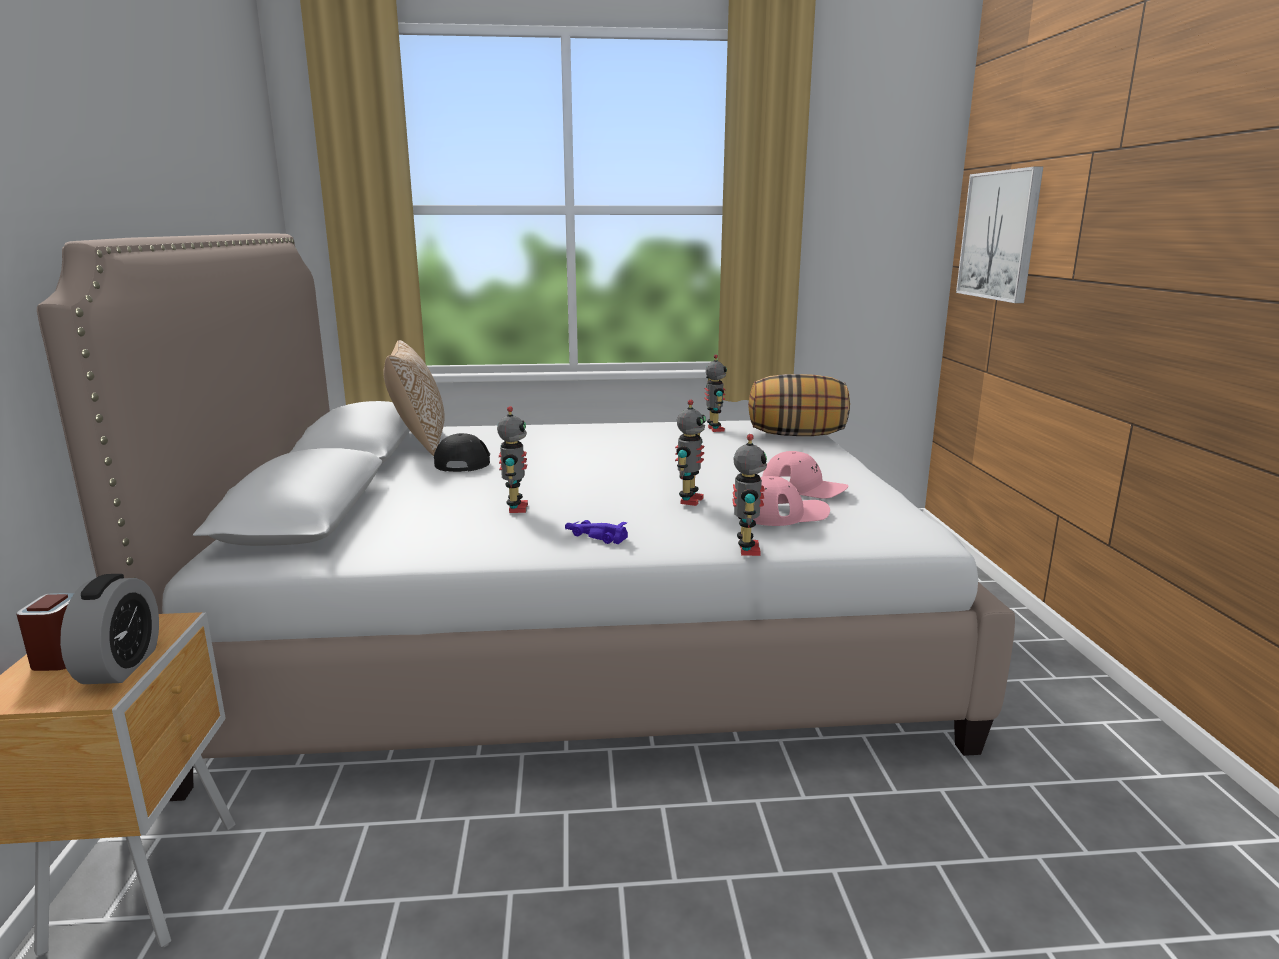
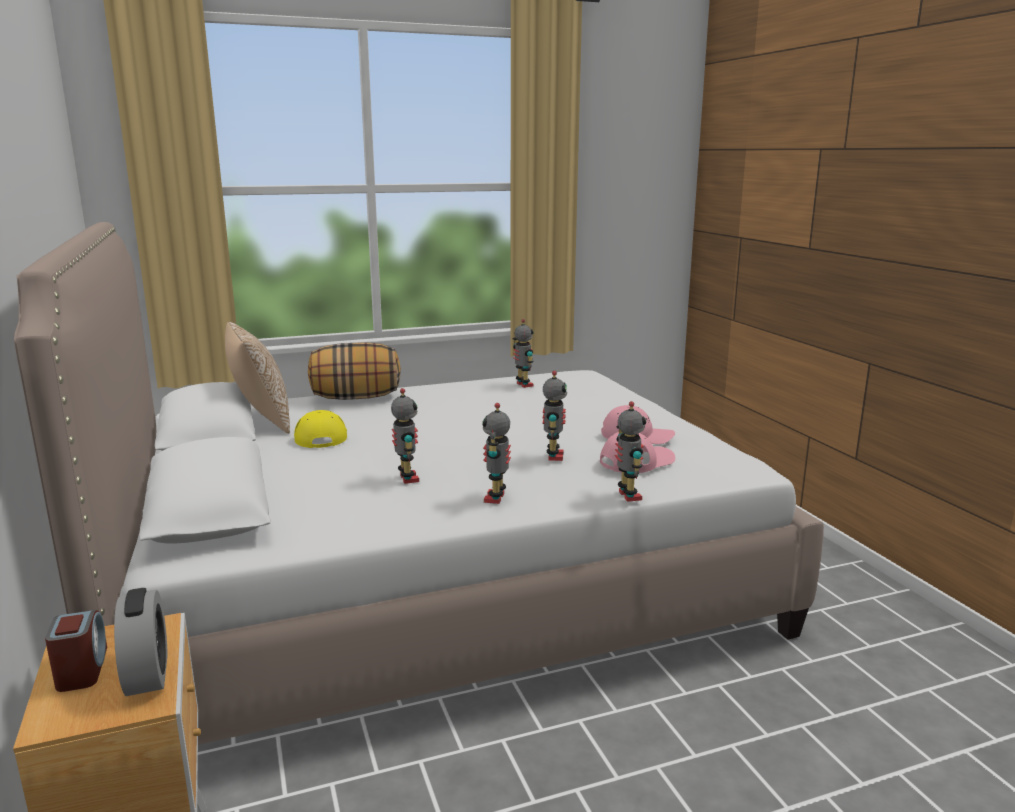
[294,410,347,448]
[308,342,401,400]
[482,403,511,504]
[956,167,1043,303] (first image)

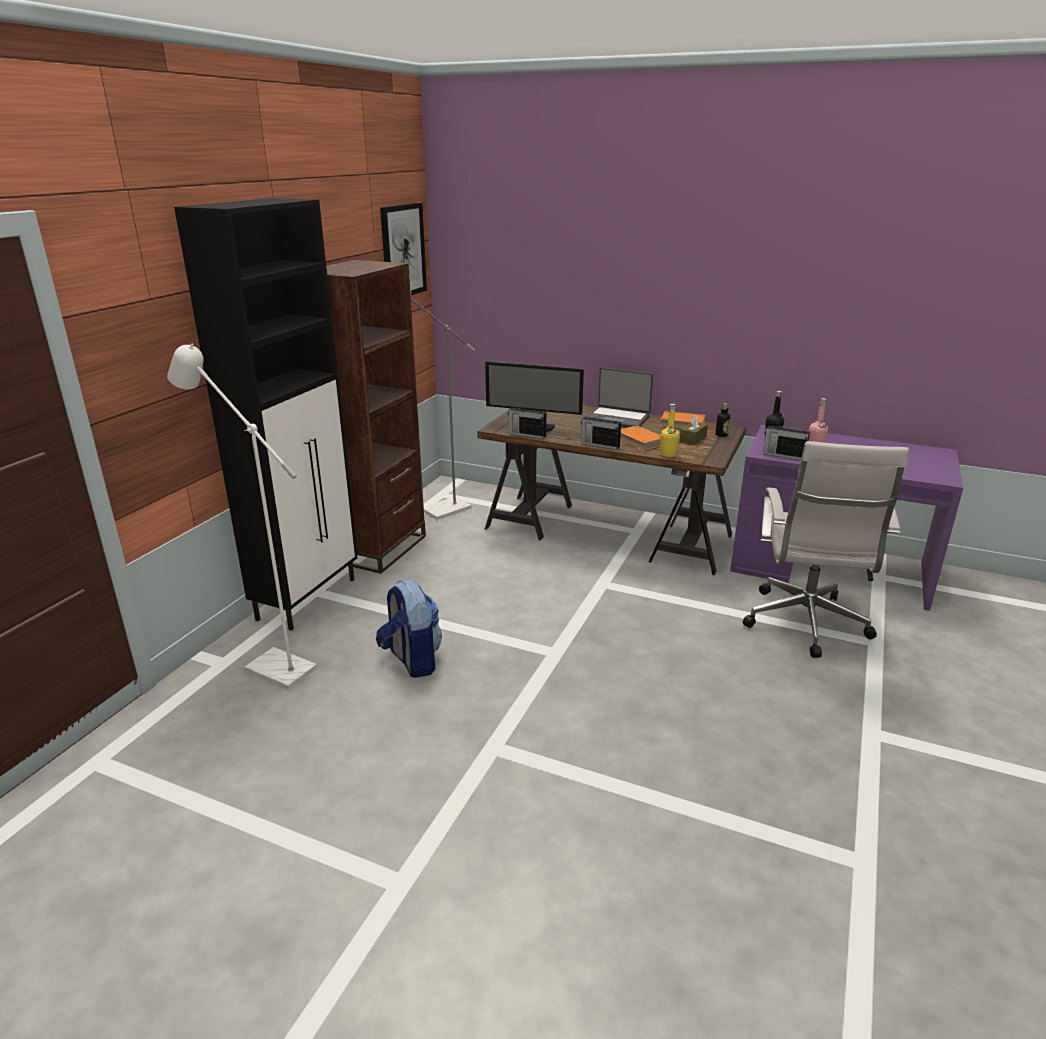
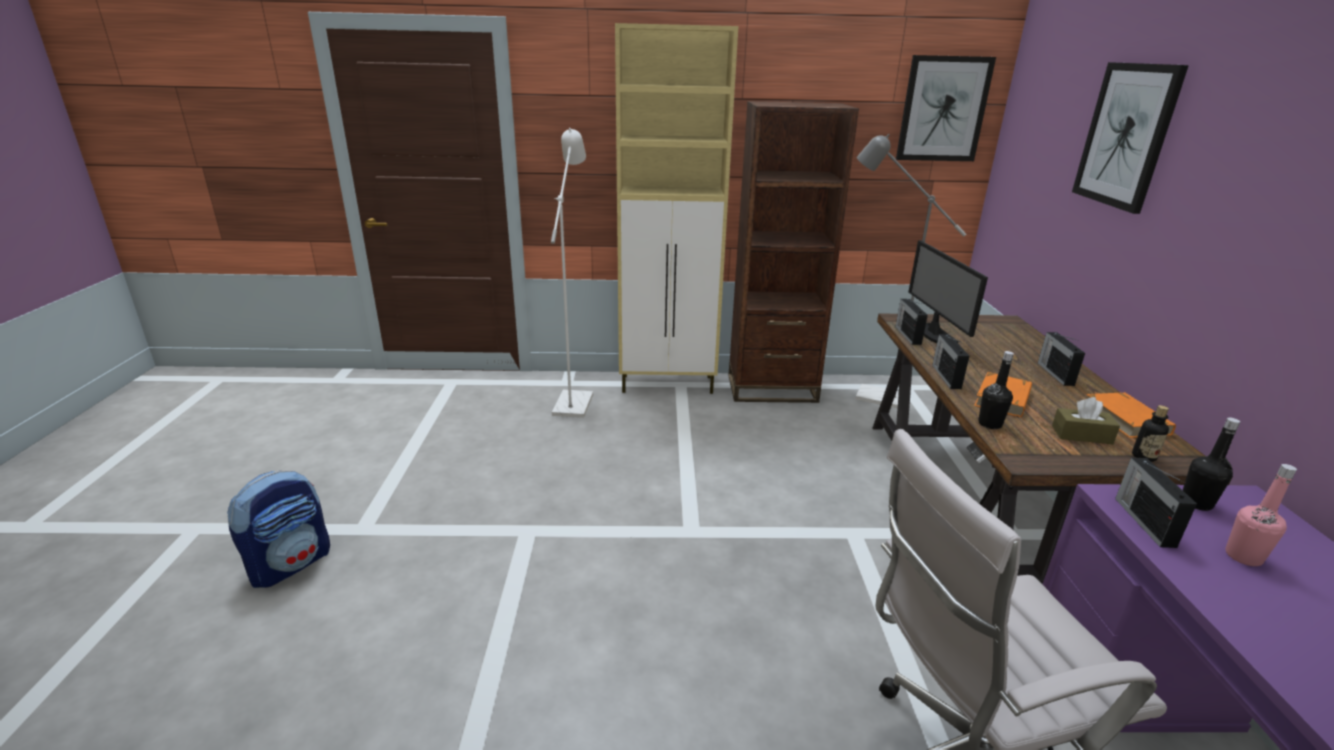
[227,470,330,588]
[615,23,738,394]
[978,351,1014,429]
[1038,332,1085,386]
[1072,62,1189,214]

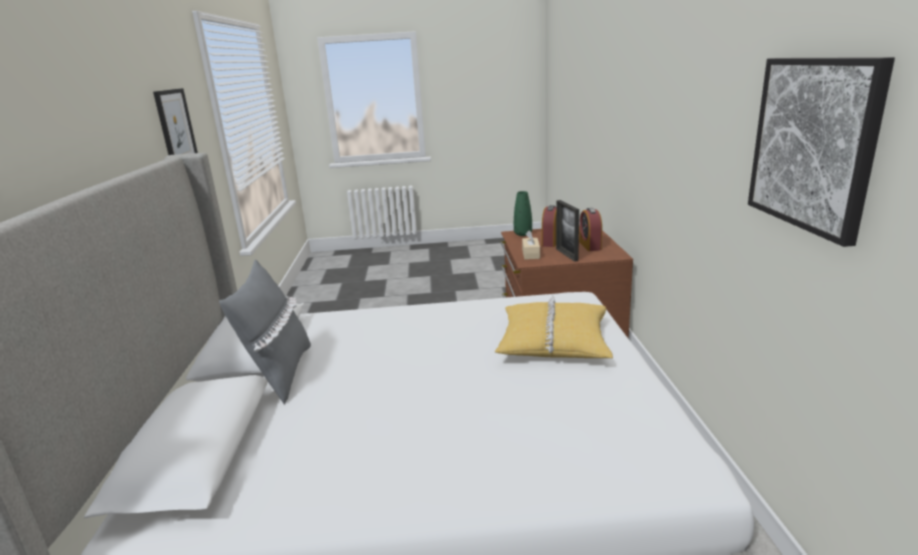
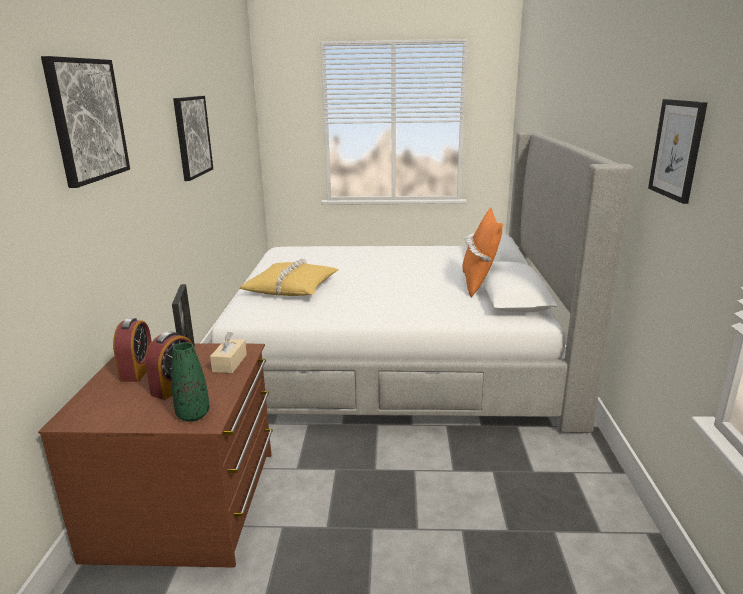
[41,56,130,188]
[462,207,503,297]

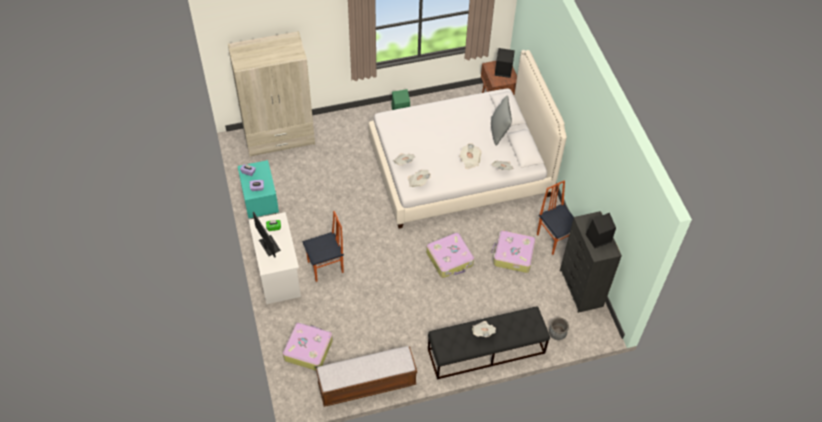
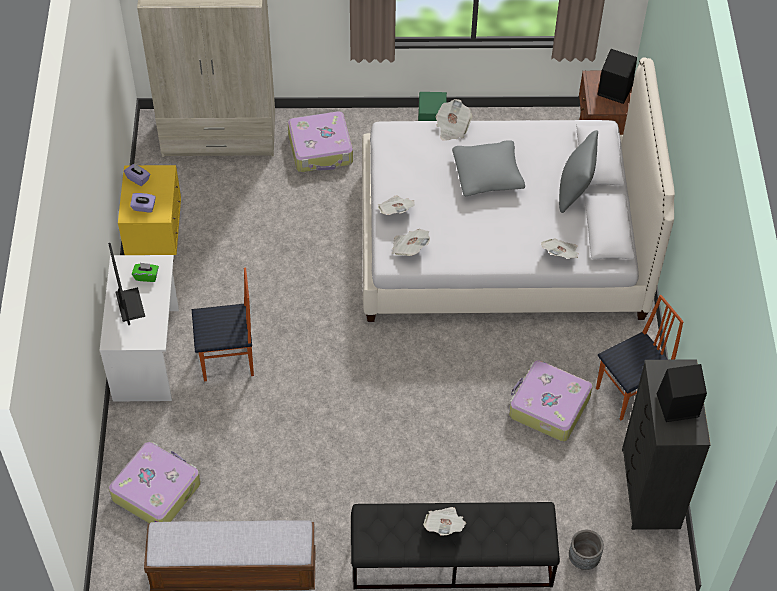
[118,165,181,262]
[288,111,353,172]
[436,99,472,141]
[452,140,525,196]
[596,295,684,420]

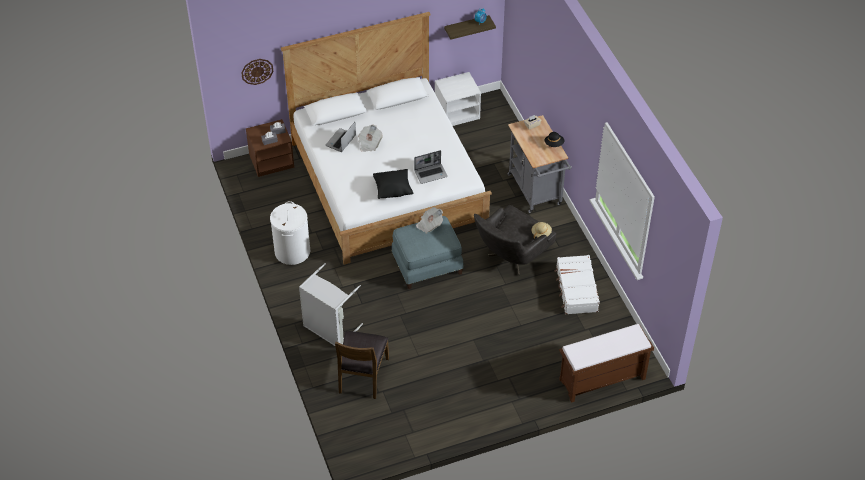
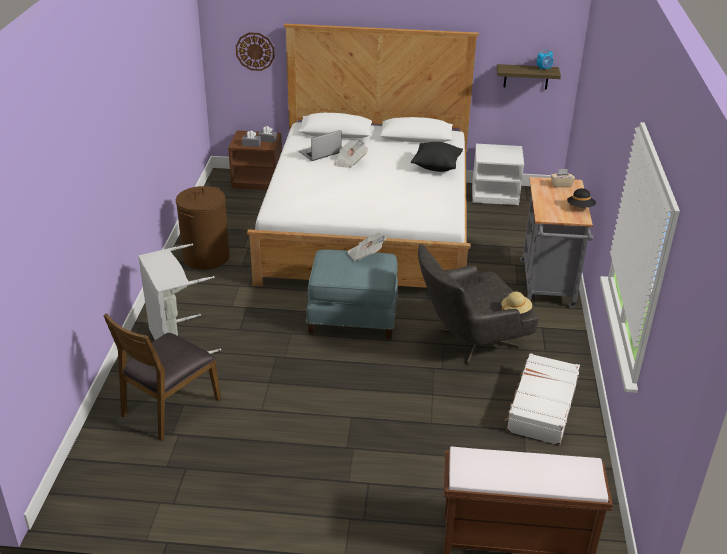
[176,186,230,270]
[411,142,463,172]
[414,150,448,184] (first image)

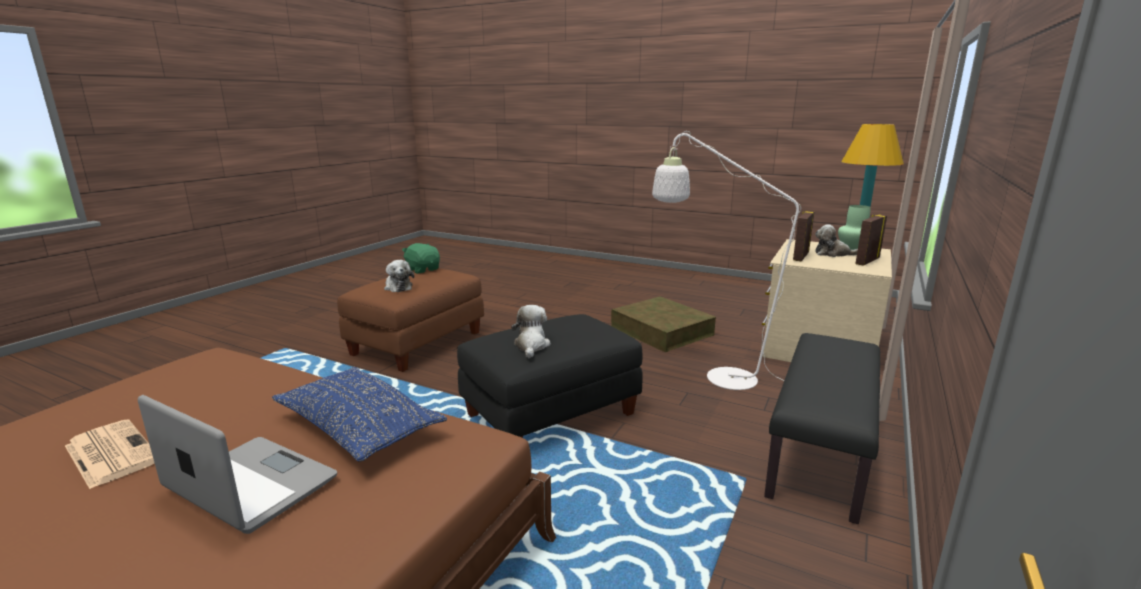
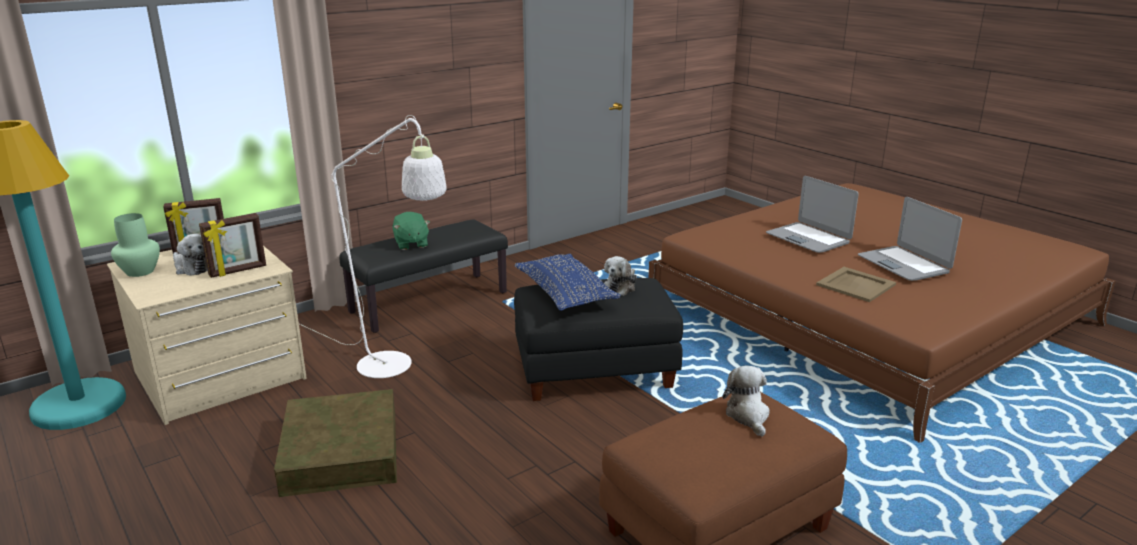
[393,212,430,250]
[514,254,621,311]
[816,267,896,302]
[858,197,962,281]

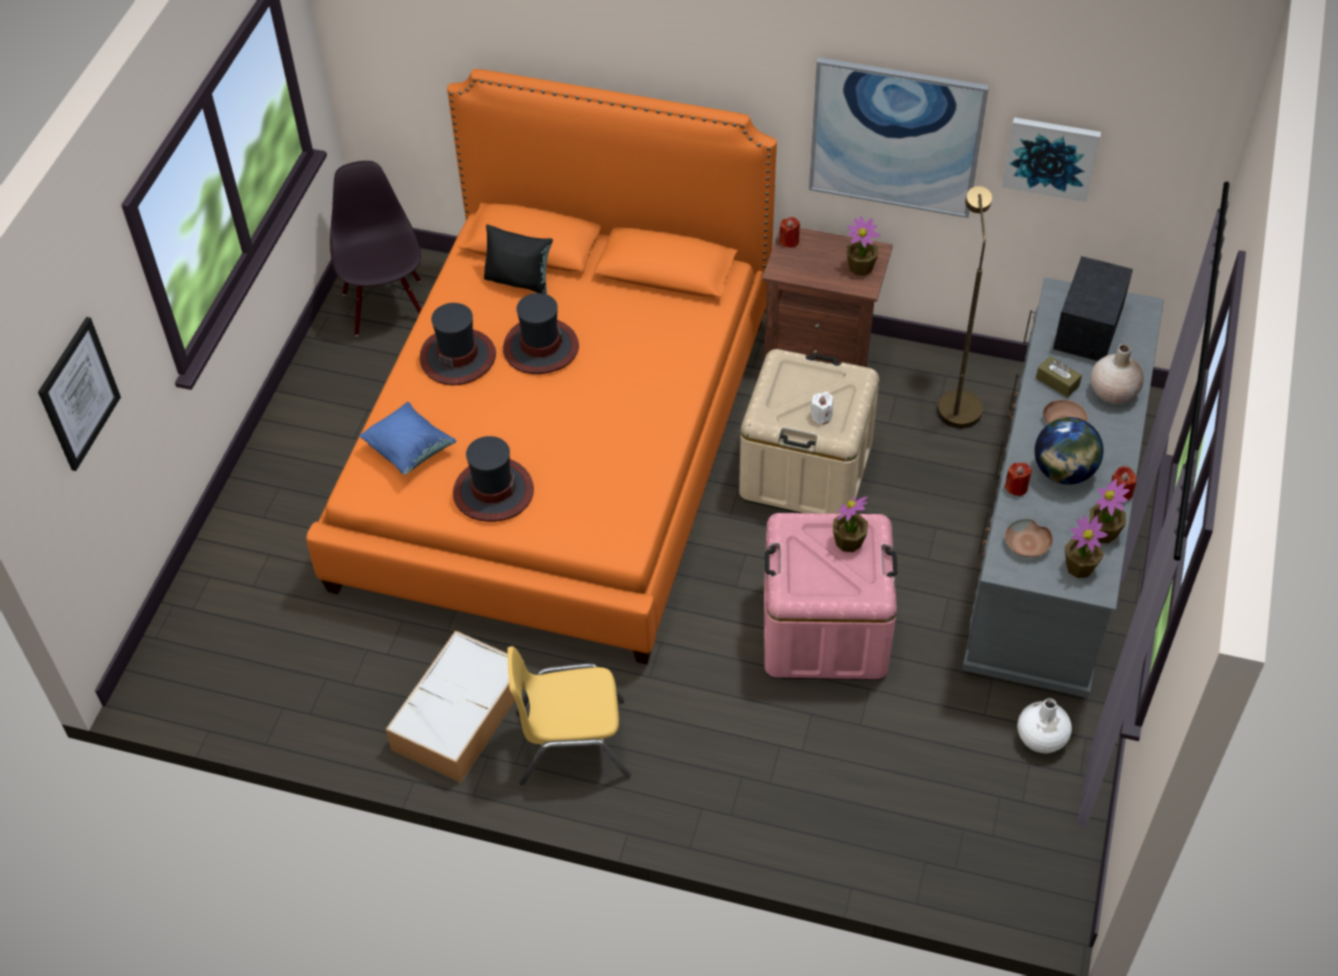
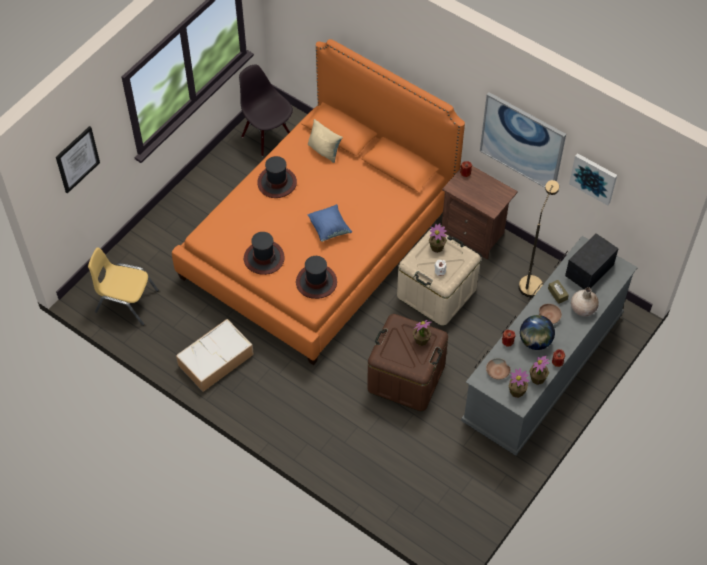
[88,248,159,326]
[239,64,293,156]
[296,256,337,299]
[308,119,343,163]
[308,204,352,242]
[367,314,448,411]
[429,223,447,253]
[1017,698,1072,753] (first image)

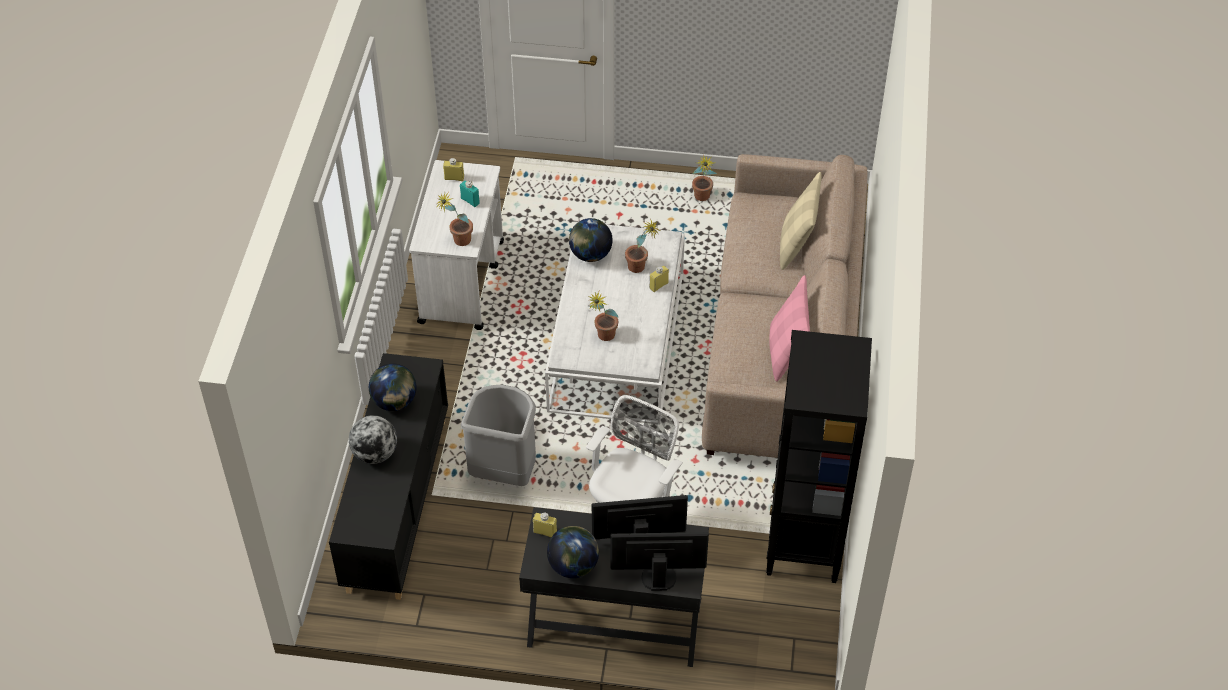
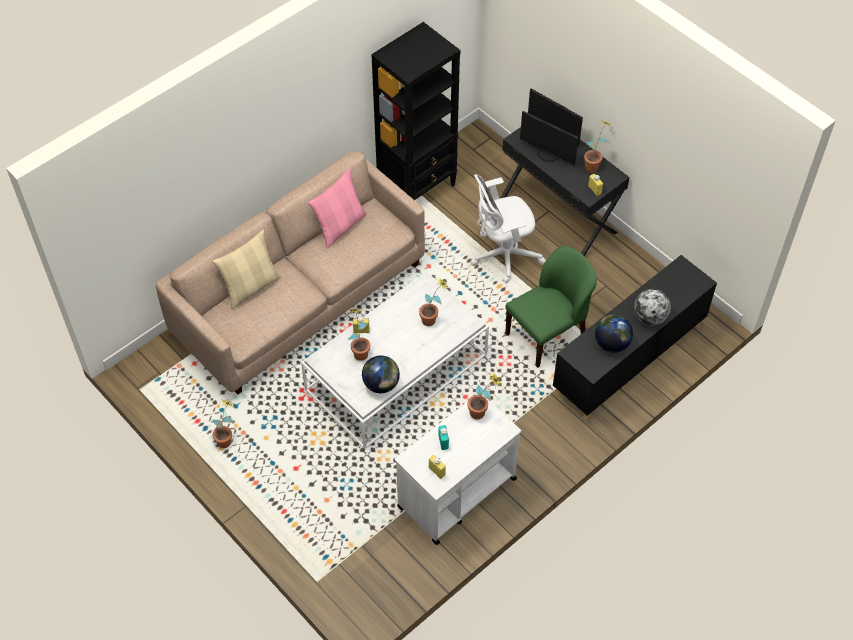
[506,246,597,368]
[584,121,612,172]

